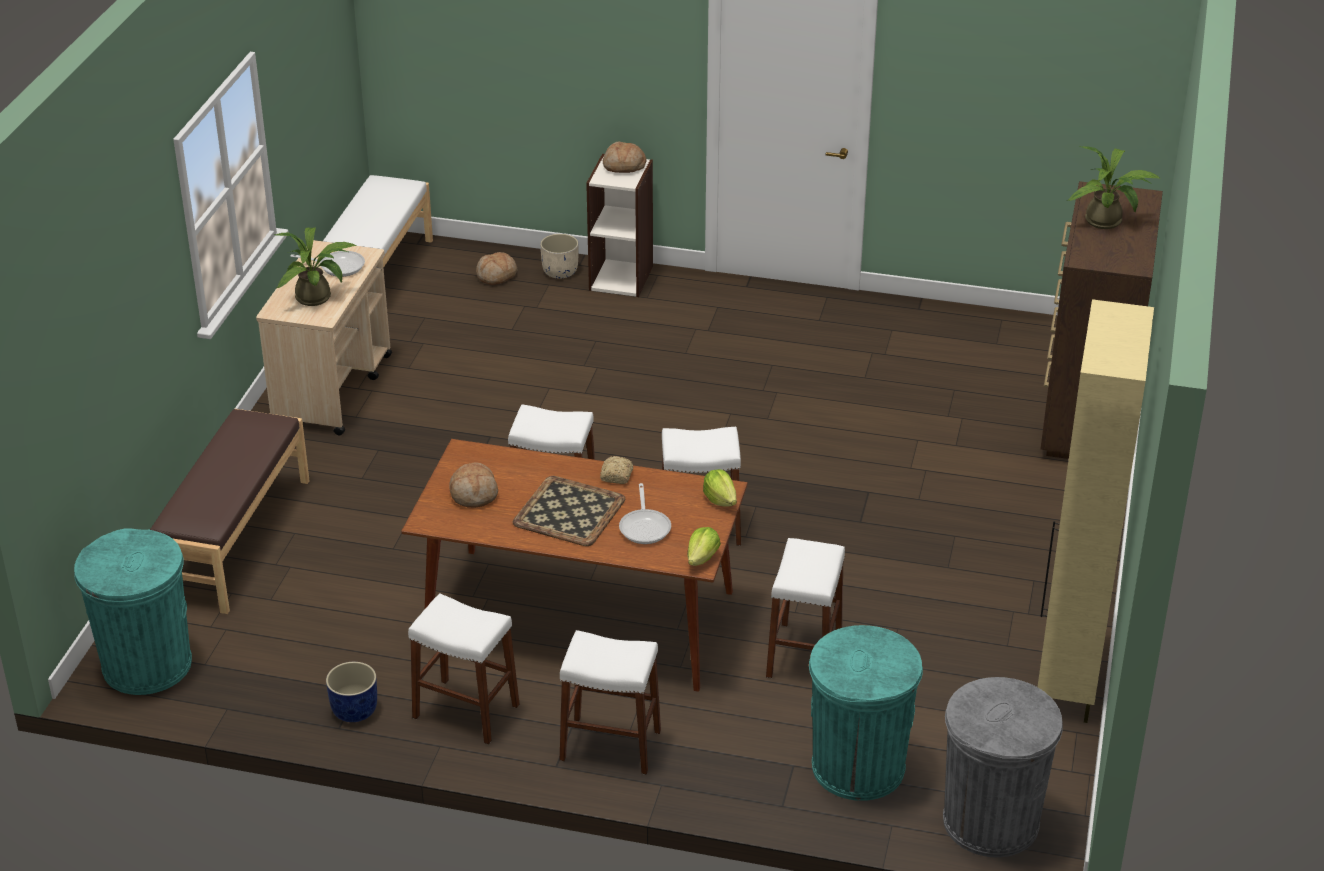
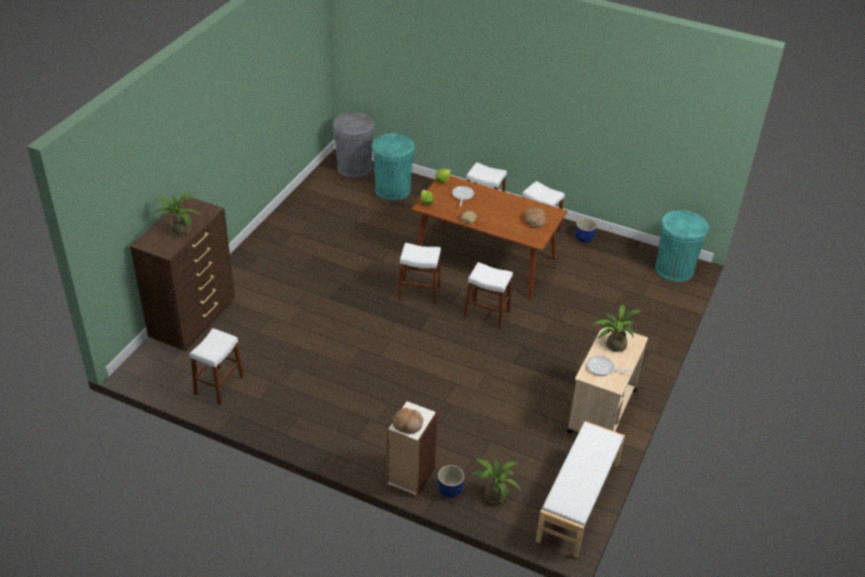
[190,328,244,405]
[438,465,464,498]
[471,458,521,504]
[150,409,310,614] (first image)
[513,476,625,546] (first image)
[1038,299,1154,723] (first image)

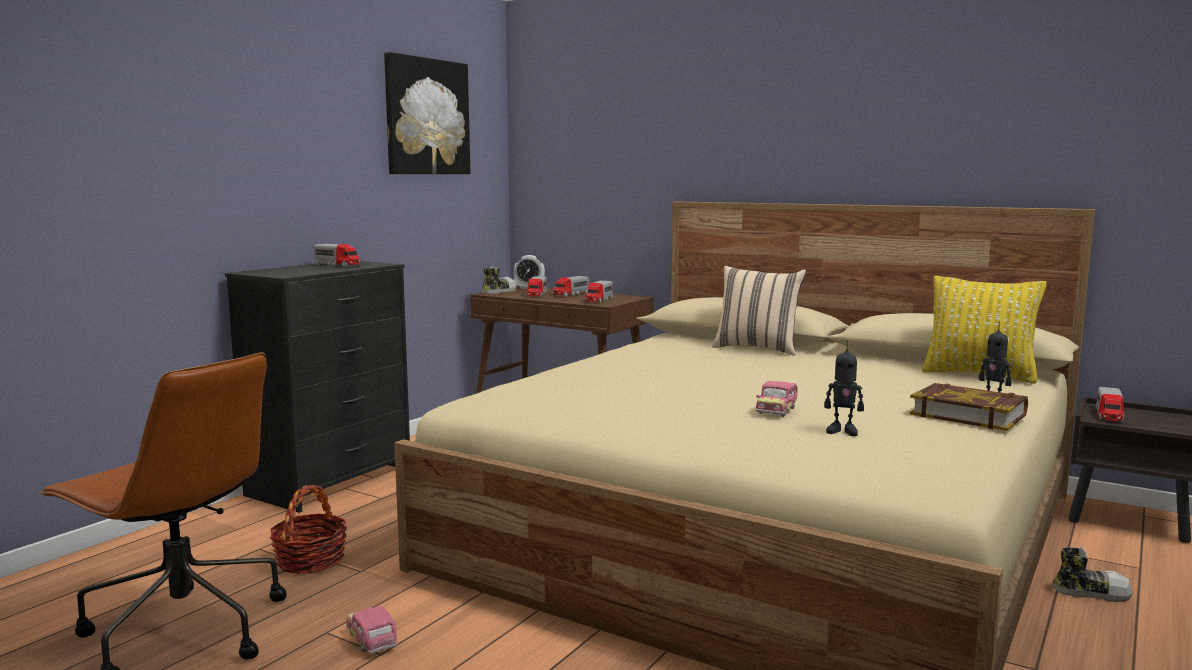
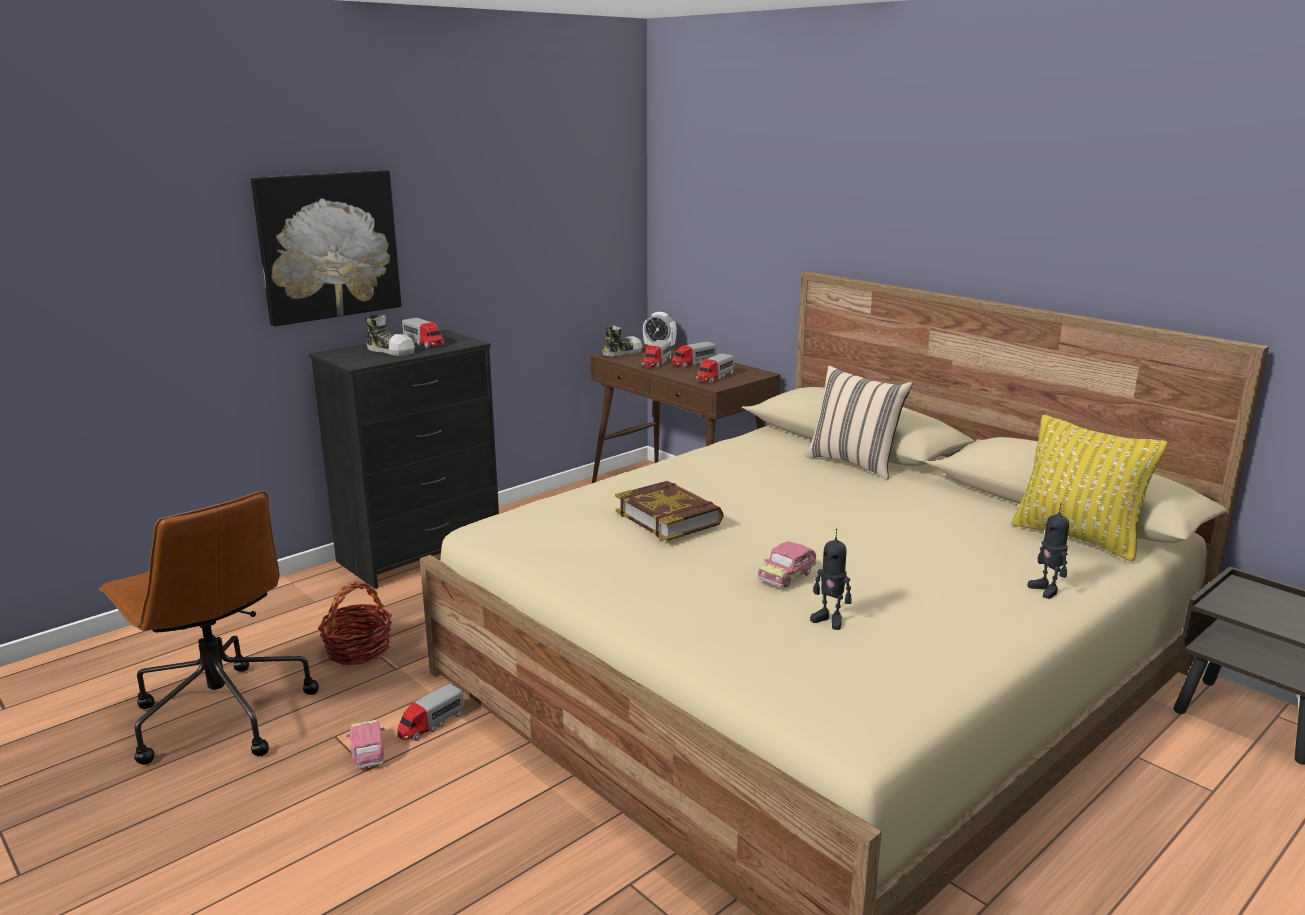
[251,170,402,326]
[365,315,415,356]
[397,684,464,741]
[615,481,723,541]

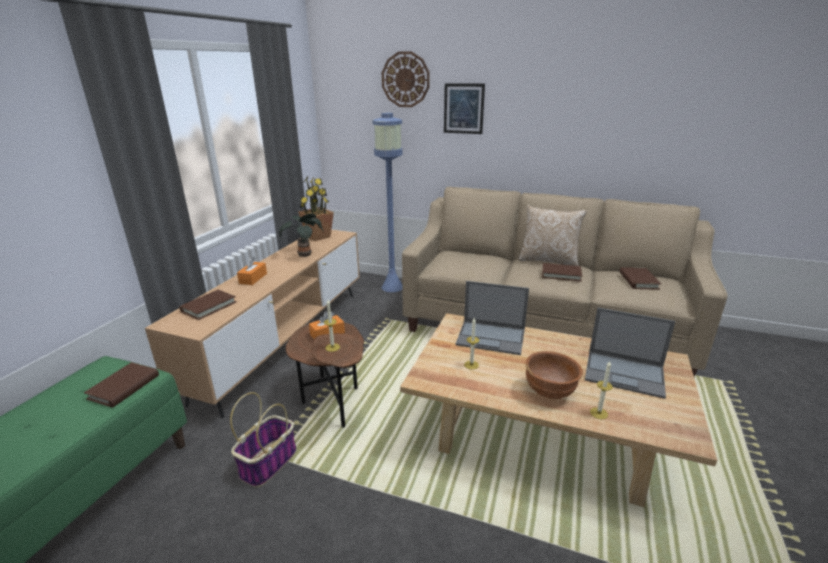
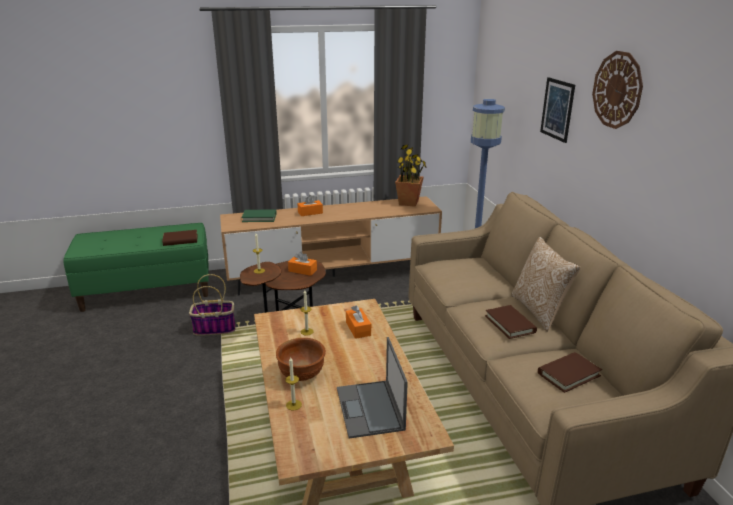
[241,210,277,222]
[346,305,371,339]
[592,51,643,129]
[280,213,324,257] (first image)

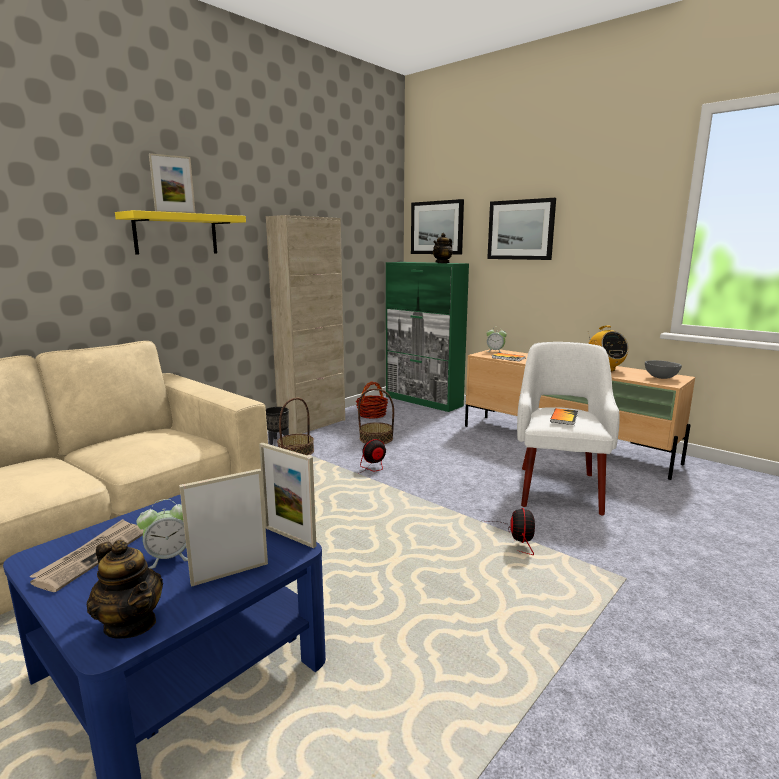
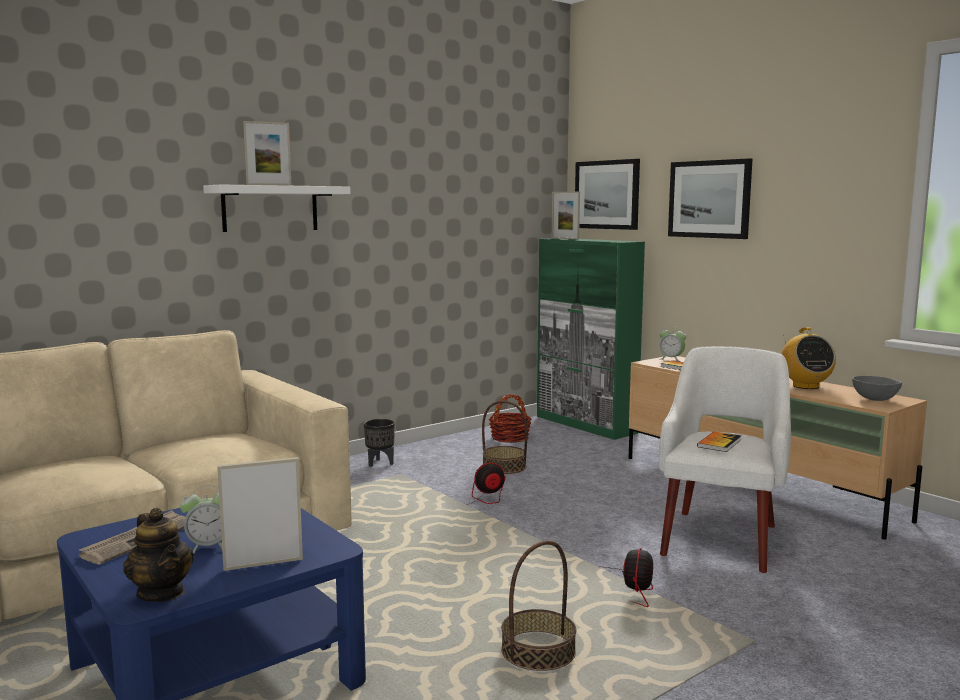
[203,185,351,232]
[501,540,576,671]
[552,192,580,239]
[266,215,345,434] (first image)
[433,233,453,263] (first image)

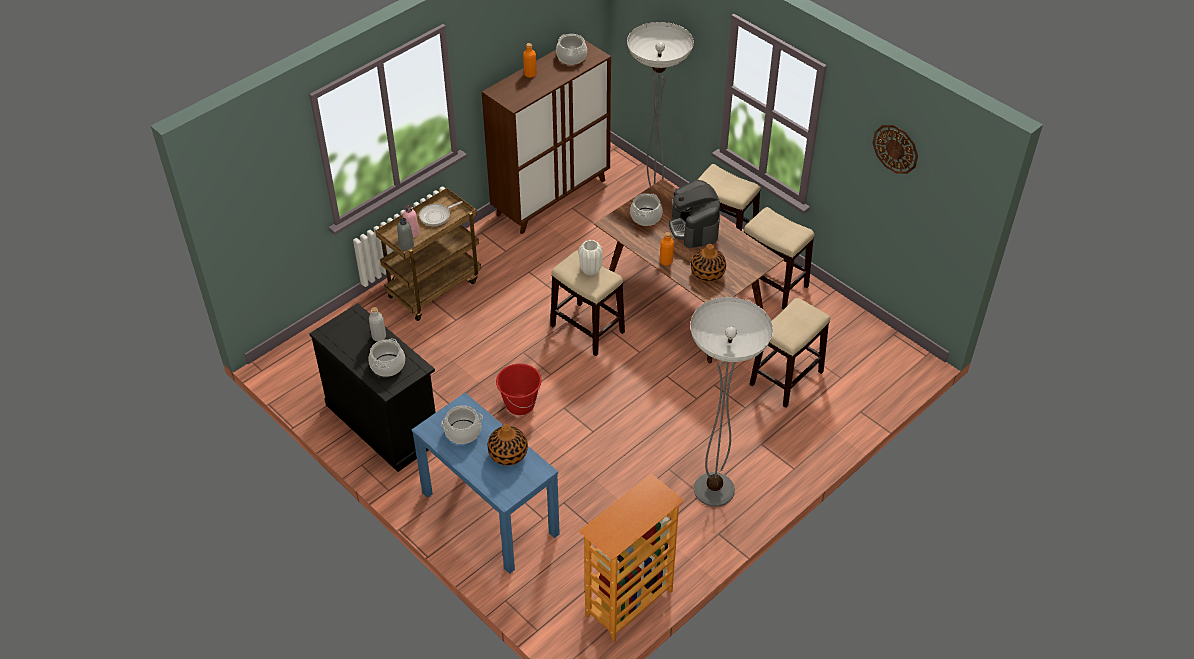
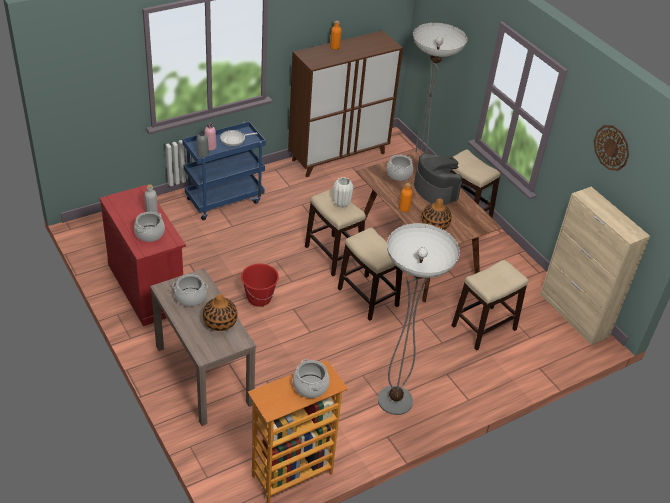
[99,185,186,326]
[150,268,256,426]
[182,121,266,220]
[293,359,329,398]
[338,228,403,321]
[414,153,462,205]
[540,187,650,345]

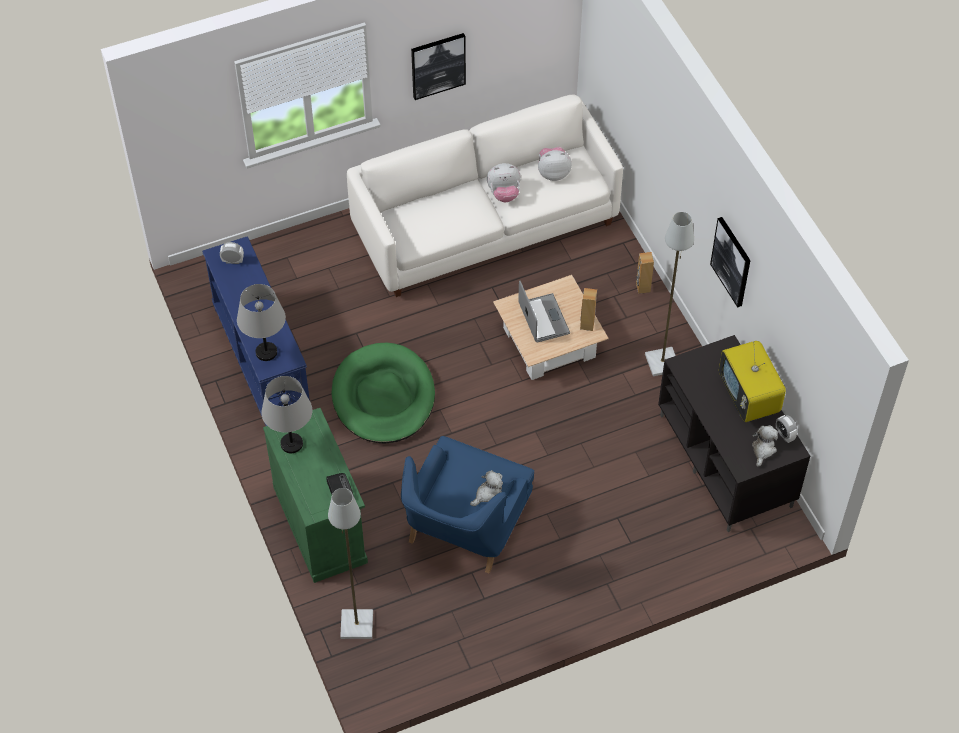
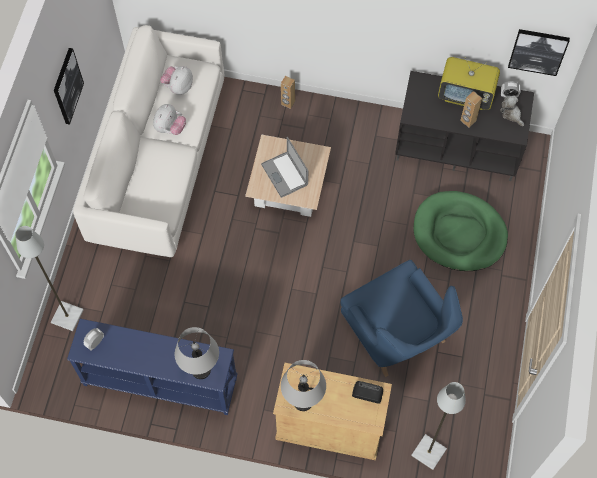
[15,226,84,331]
[261,137,308,198]
[273,363,392,460]
[413,191,508,271]
[460,91,482,128]
[508,29,570,76]
[470,470,503,506] (first image)

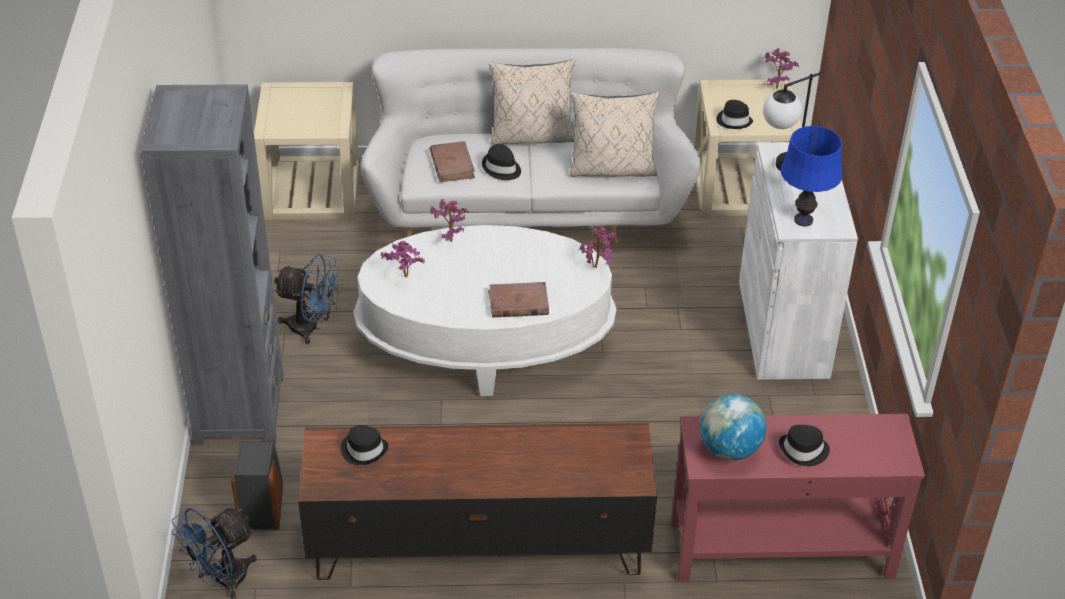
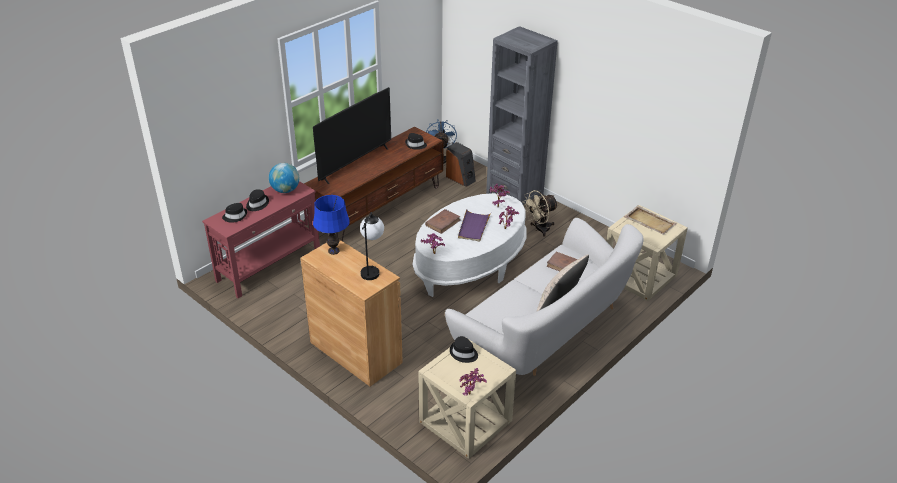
[222,203,247,223]
[301,239,403,386]
[313,87,391,184]
[458,209,491,241]
[522,190,558,237]
[624,205,677,235]
[570,92,660,177] (first image)

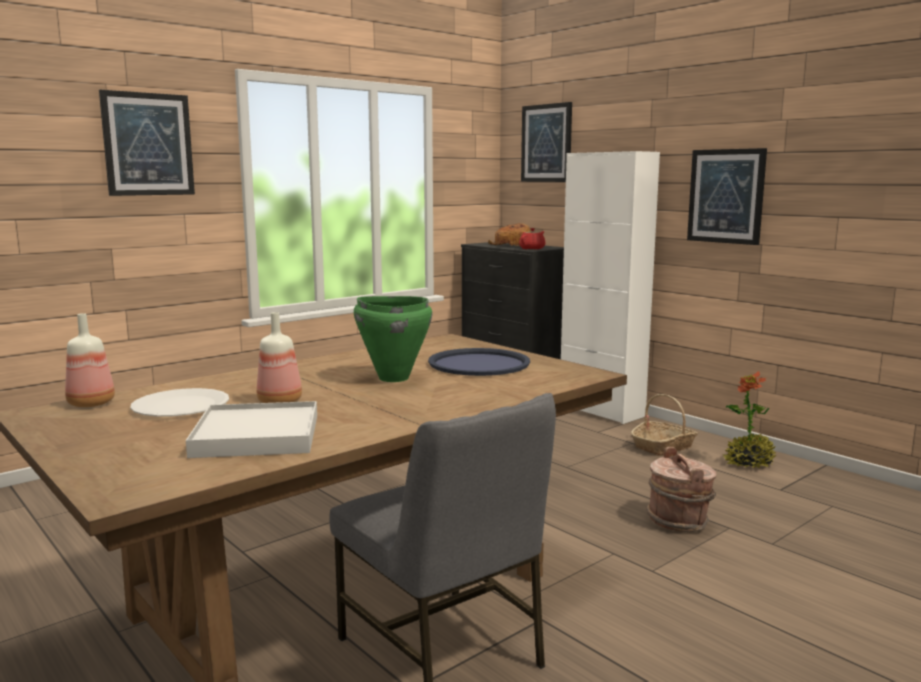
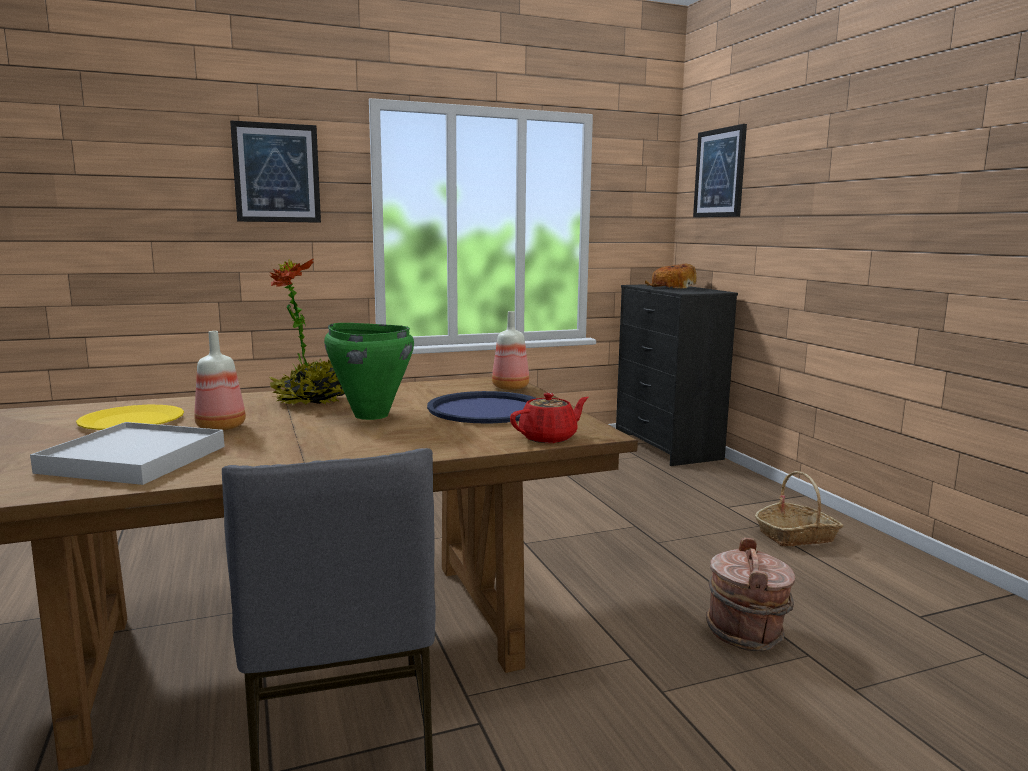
[76,405,184,430]
[269,258,345,405]
[492,311,529,390]
[510,393,589,443]
[561,151,660,424] (first image)
[687,148,767,245] (first image)

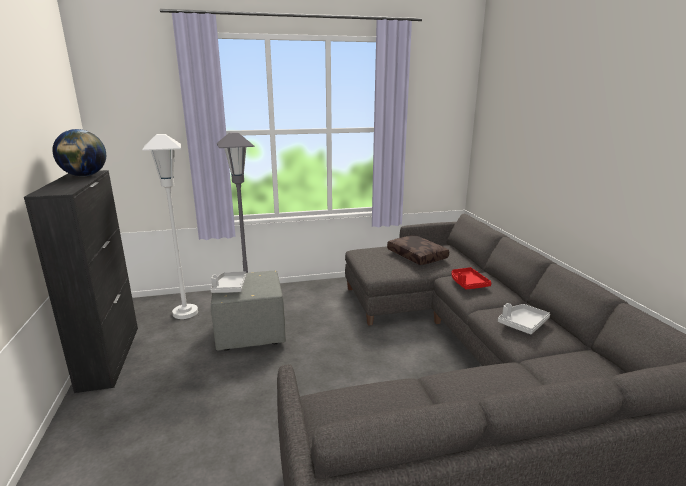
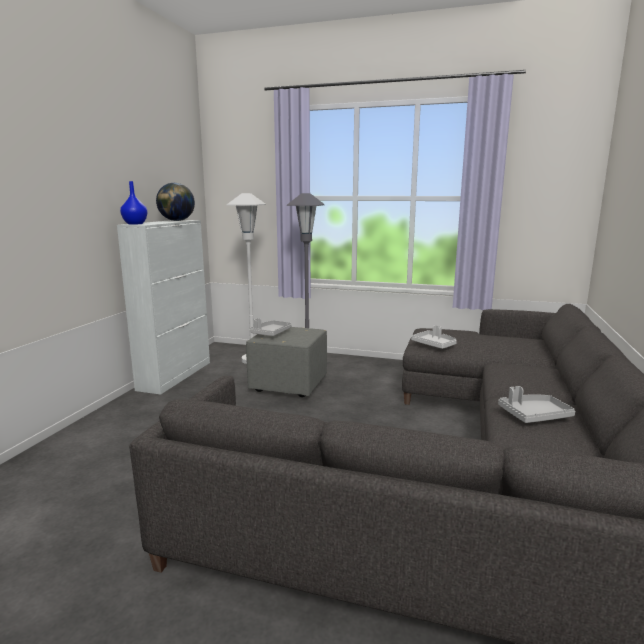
[117,220,210,395]
[120,181,148,225]
[411,325,457,349]
[387,235,449,265] (first image)
[451,267,491,290] (first image)

